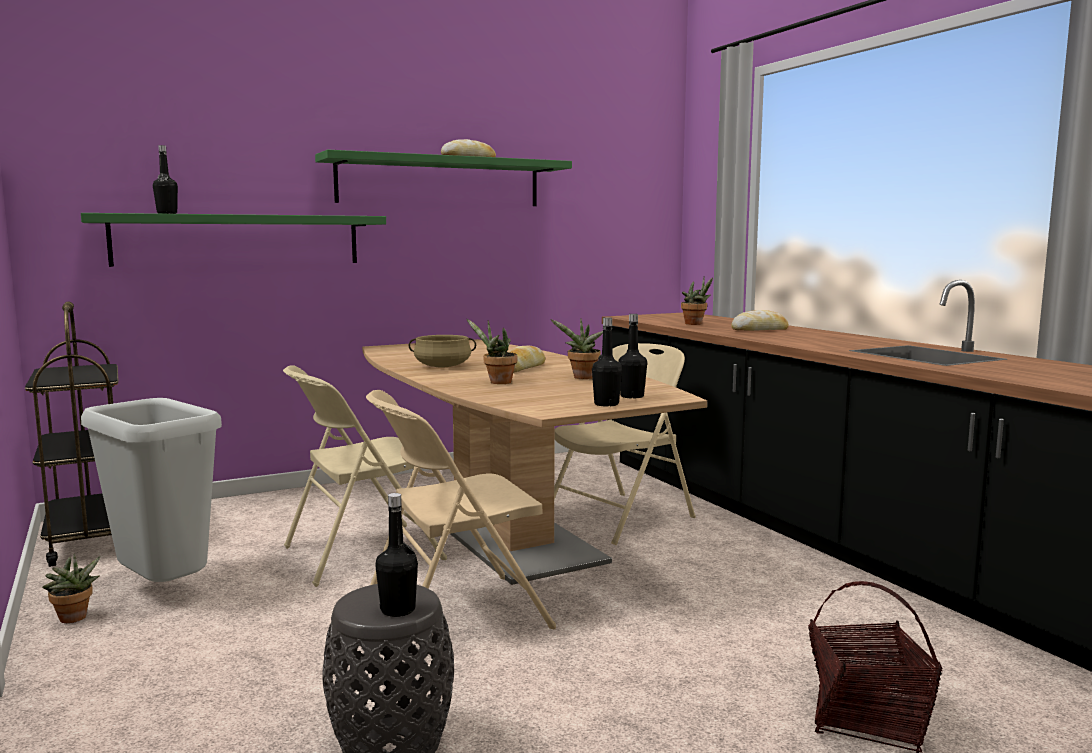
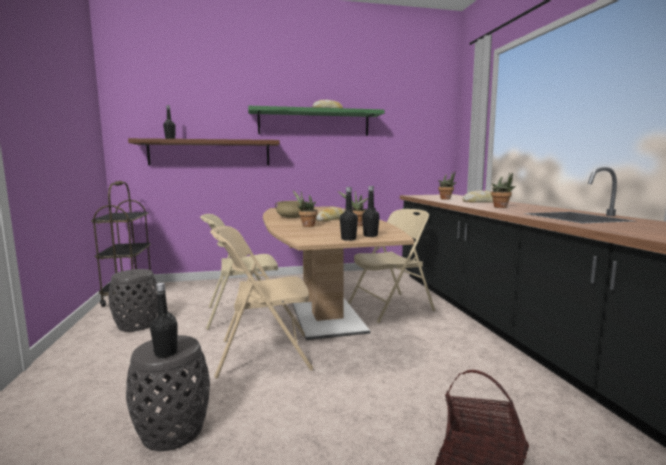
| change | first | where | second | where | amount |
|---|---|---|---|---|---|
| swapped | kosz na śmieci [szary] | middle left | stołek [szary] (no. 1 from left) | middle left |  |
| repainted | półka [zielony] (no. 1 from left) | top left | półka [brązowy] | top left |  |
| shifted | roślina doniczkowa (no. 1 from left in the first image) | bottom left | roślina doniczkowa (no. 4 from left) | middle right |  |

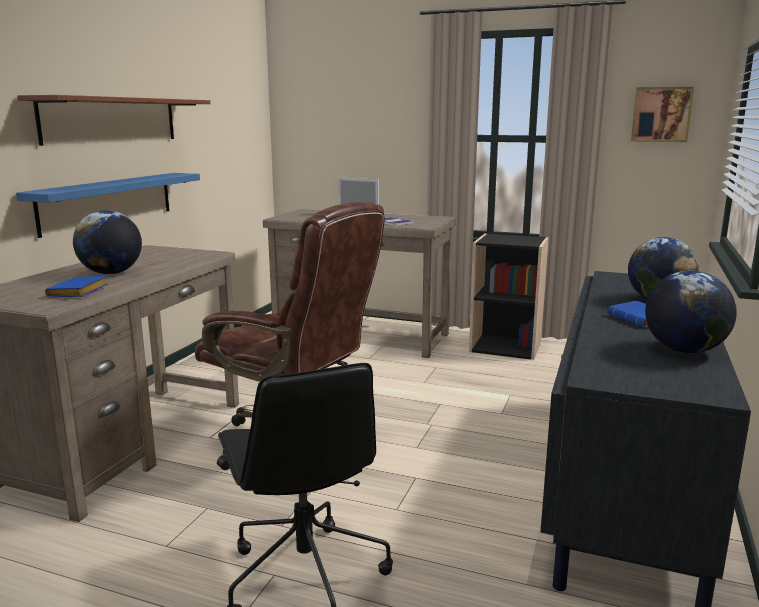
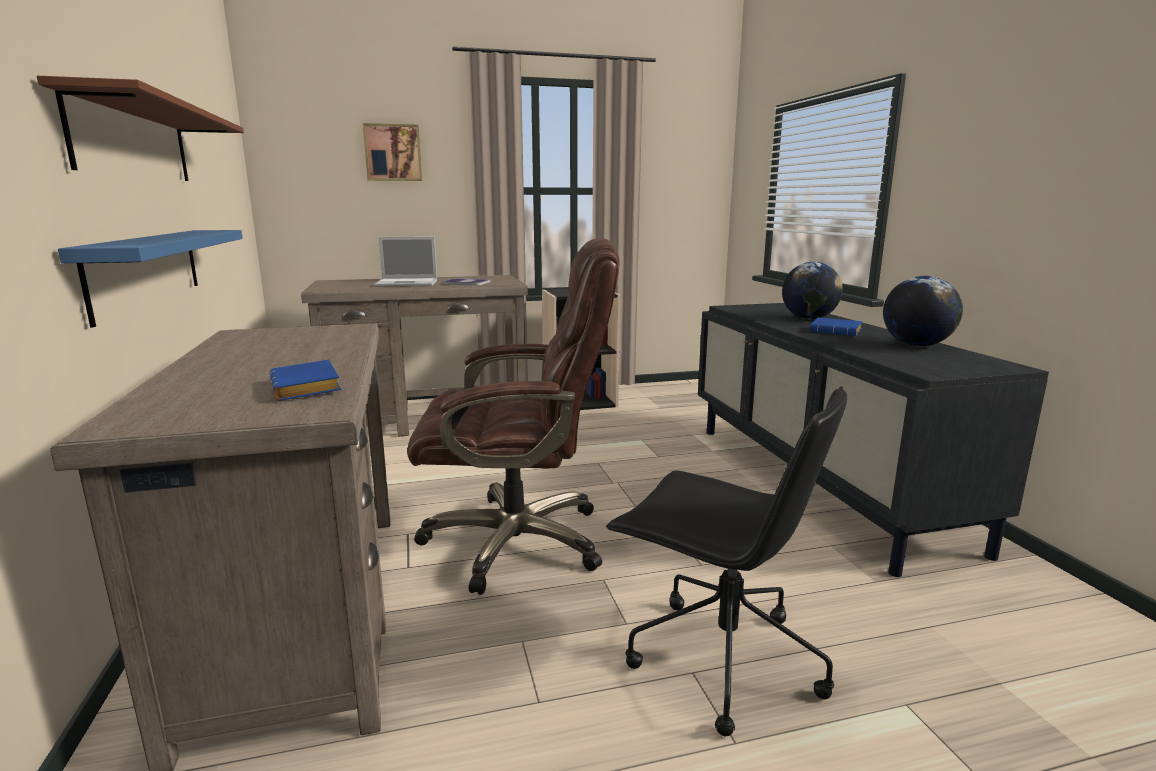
| change | first | where | second | where | amount |
|---|---|---|---|---|---|
| shifted | obraz | top right |  | top centre |  |
| gone | globus (no. 1 from left) | middle left |  |  |  |

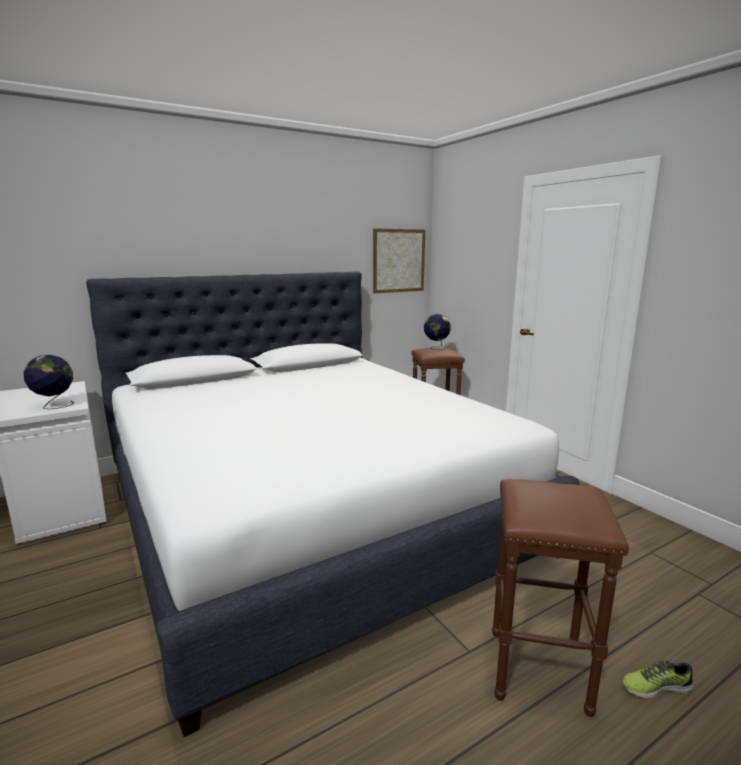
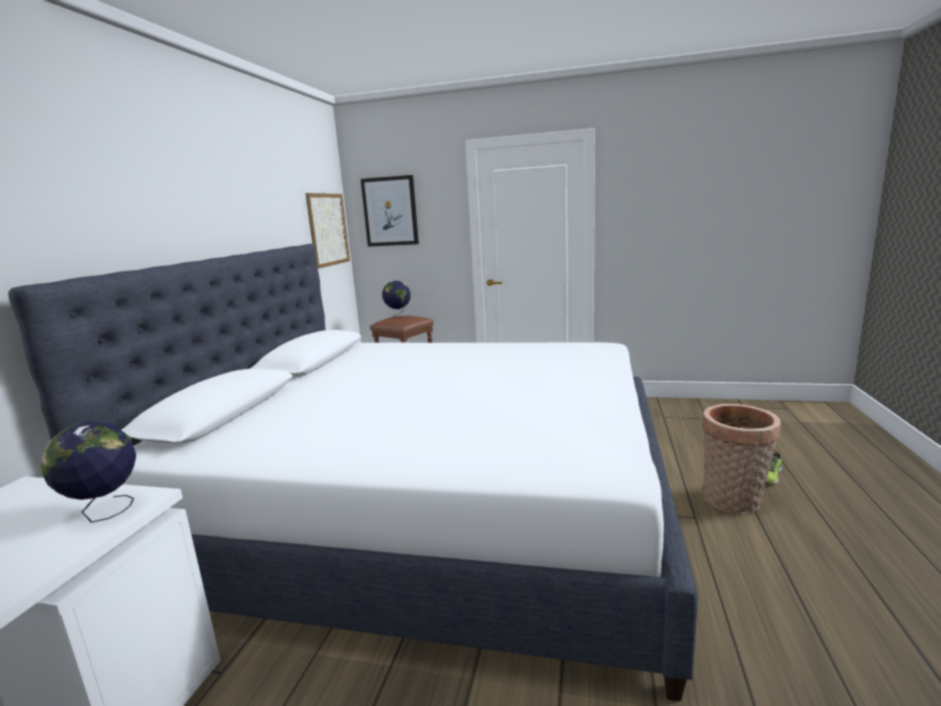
| change | first | where | second | where | amount |
|---|---|---|---|---|---|
| new |  |  | obraz (no. 2 from left) | top centre |  |
| swapped | stołek [brązowy] (no. 2 from left) | bottom right | koszyk | middle right |  |

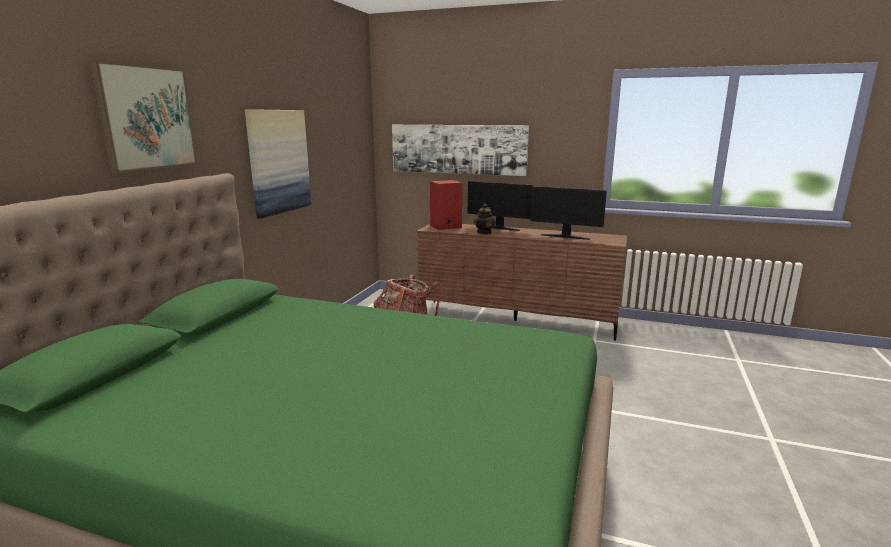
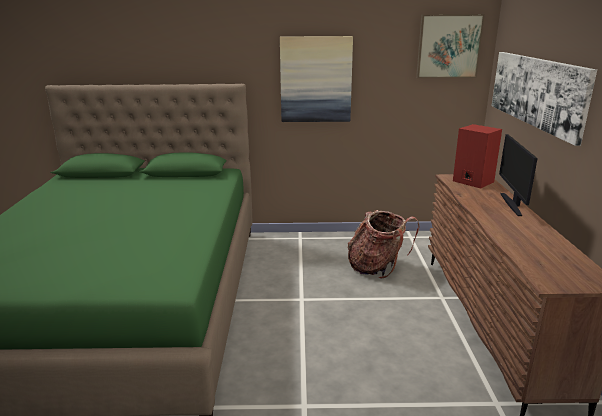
| change | first | where | second | where | amount |
|---|---|---|---|---|---|
| shifted | obraz (no. 1 from left in the first image) | top left | obraz (no. 2 from left) | top right |  |
| gone | imbryk | centre |  |  |  |
| gone | monitor (no. 2 from left) | centre |  |  |  |

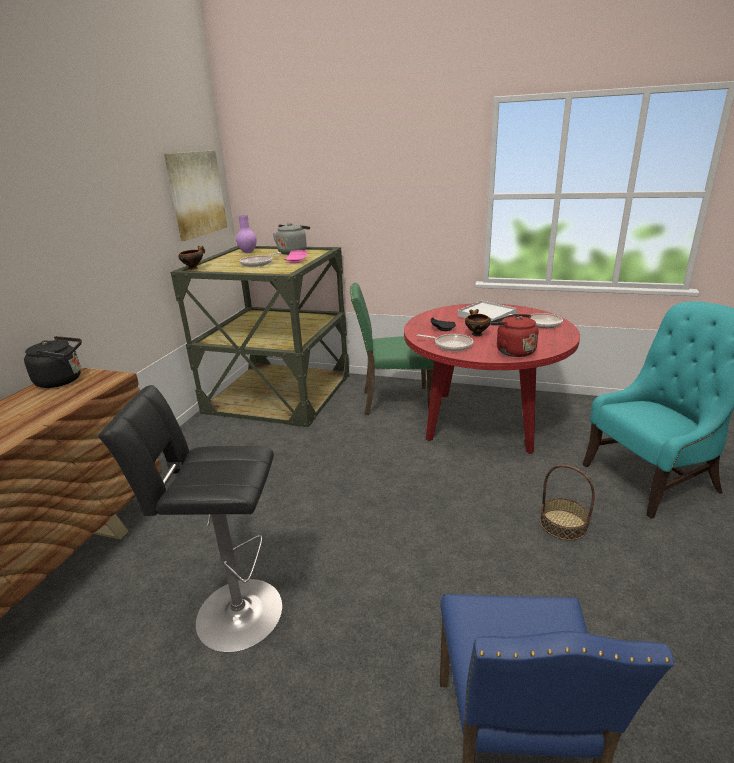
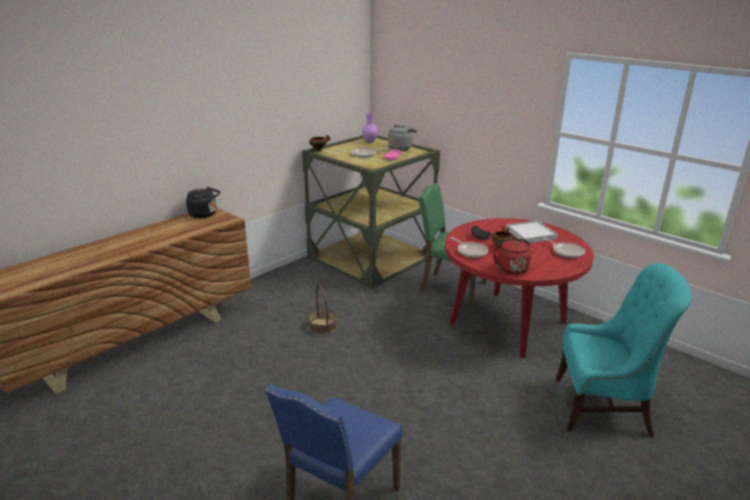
| change | first | where | second | where | amount |
|---|---|---|---|---|---|
| shifted | koszyk | middle right |  | centre |  |
| gone | stołek [czarny] | bottom left |  |  |  |
| gone | obraz | top left |  |  |  |

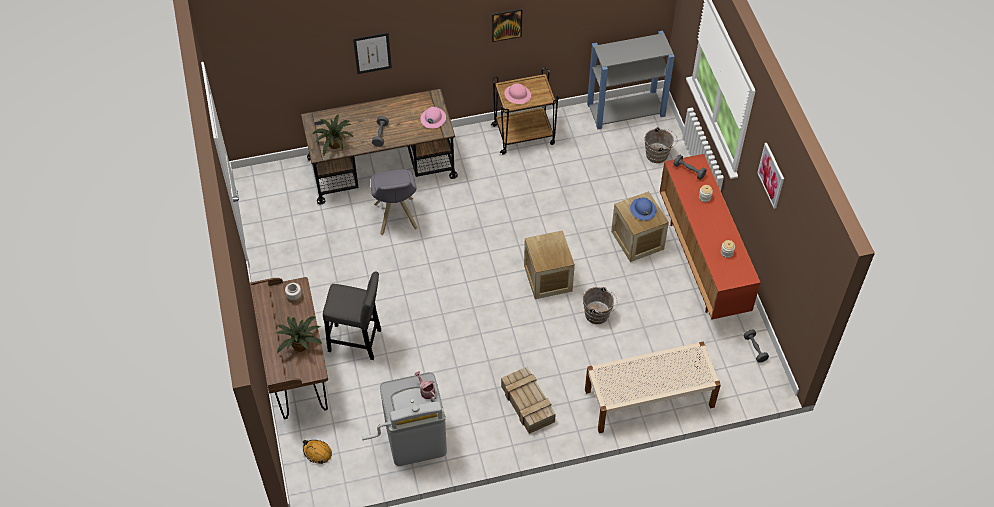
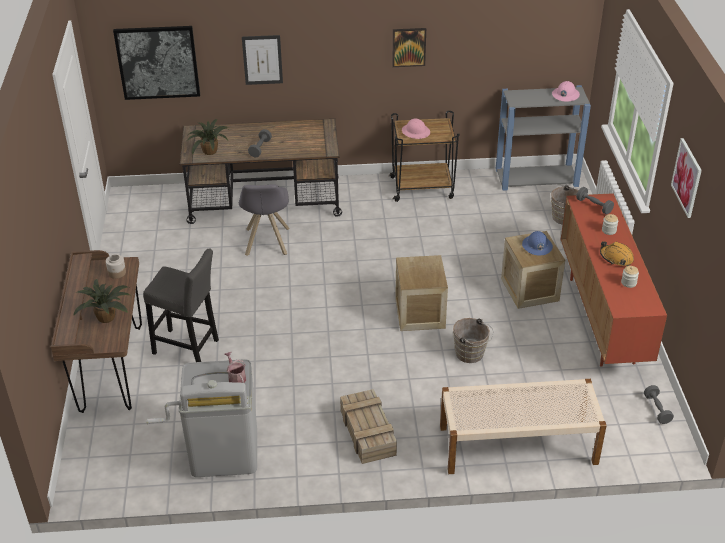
| change | first | where | second | where | amount |
|---|---|---|---|---|---|
| new |  |  | obraz (no. 1 from left) | top left |  |
| shifted | kask [różowy] (no. 1 from left in the first image) | top centre | kask [różowy] (no. 2 from left) | top right |  |
| shifted | kask [pomarańczowy] | bottom left |  | middle right |  |

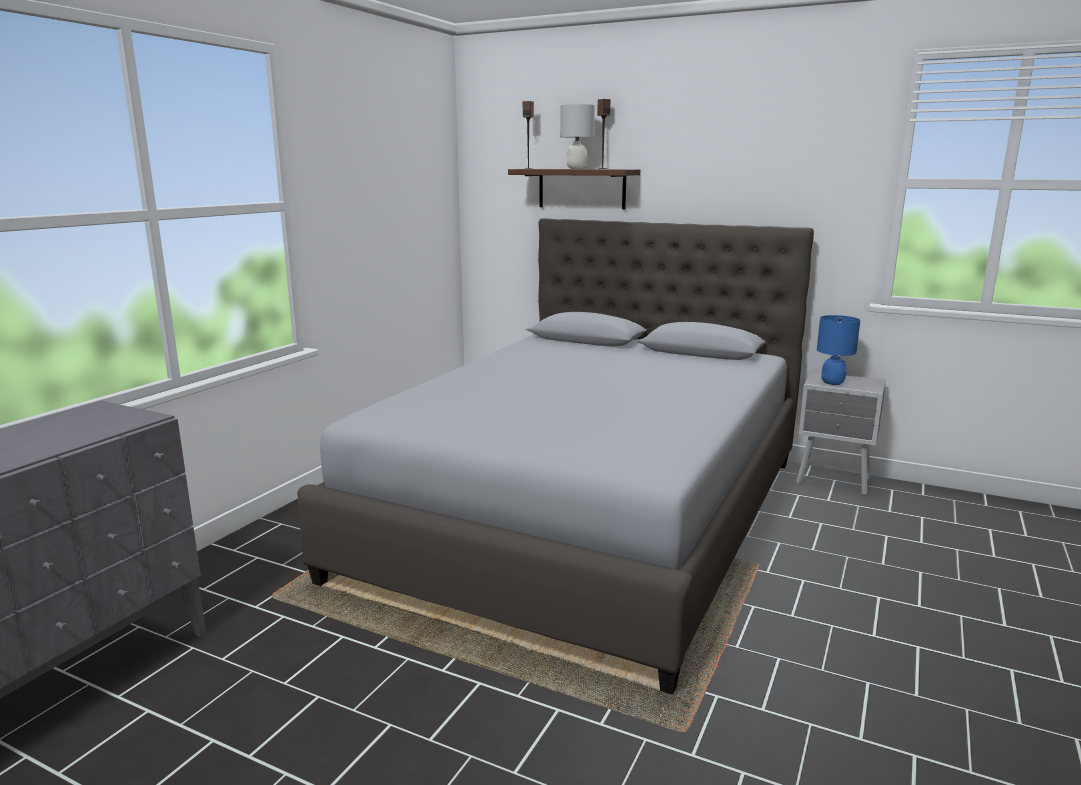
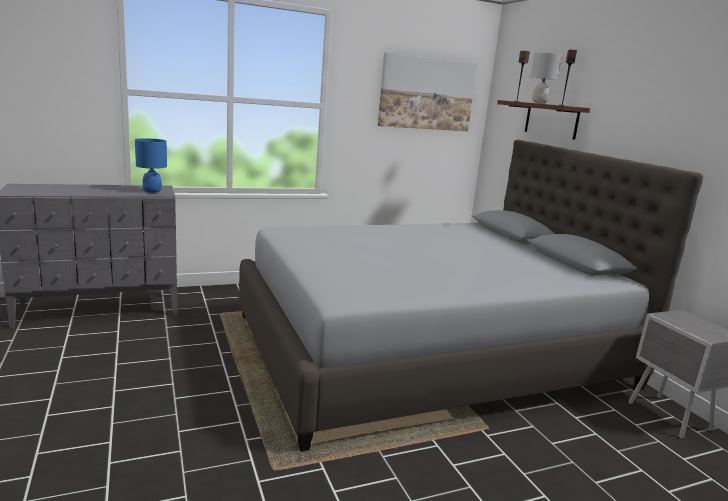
| change | first | where | second | where | amount |
|---|---|---|---|---|---|
| shifted | lampa stołowa [niebieski] | middle right |  | top left |  |
| new |  |  | obraz | top centre |  |

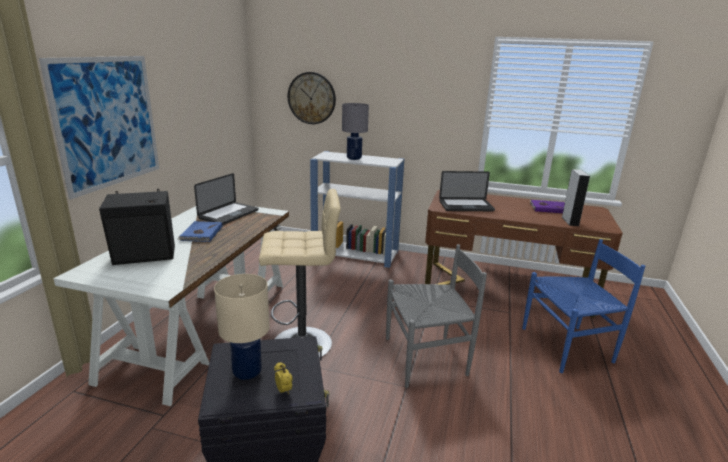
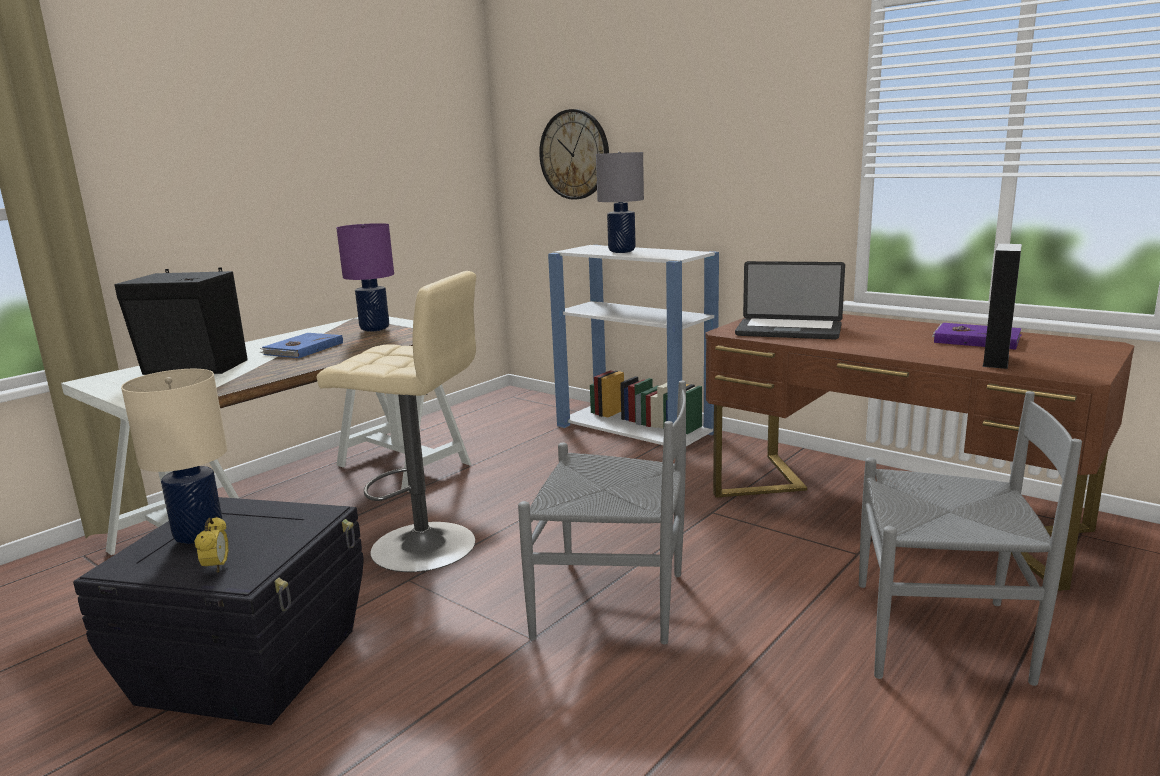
| change | first | where | second | where | amount |
|---|---|---|---|---|---|
| swapped | laptop (no. 1 from left) | middle left | lampa stołowa [fioletowy] | middle left |  |
| repainted | krzesło [niebieski] | middle right | krzesło [szary] (no. 2 from left) | bottom right |  |
| gone | obraz | top left |  |  |  |

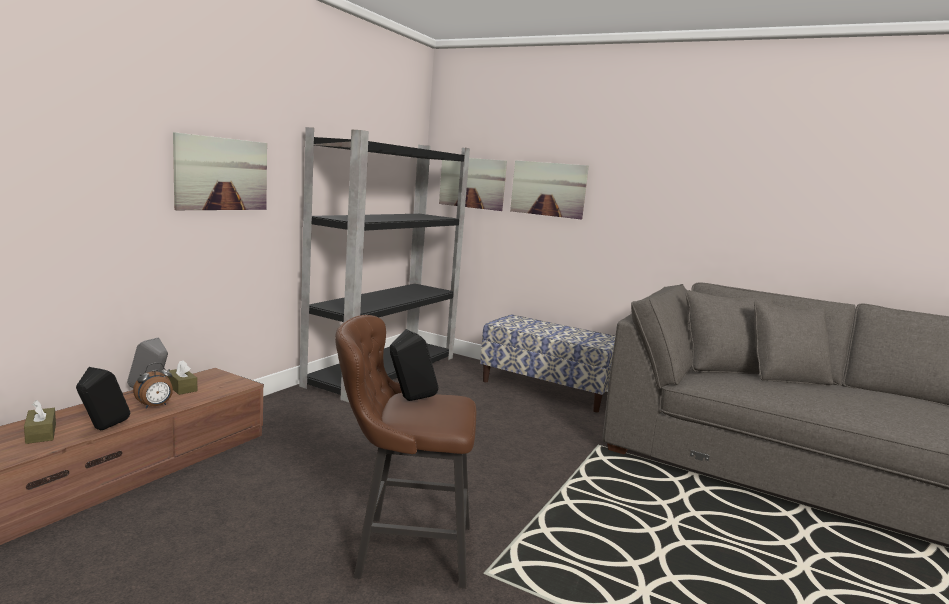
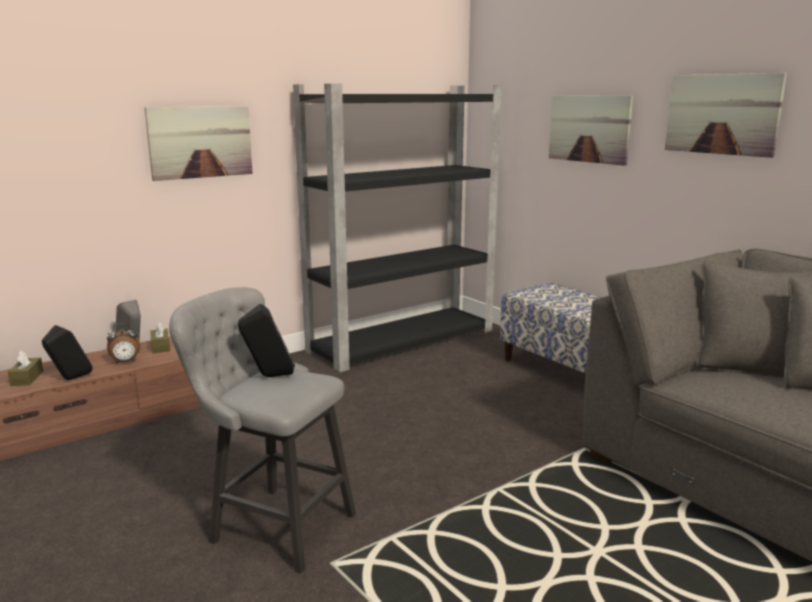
| change | first | where | second | where | amount |
|---|---|---|---|---|---|
| repainted | stołek [brązowy] | bottom centre | stołek [szary] | bottom left |  |
| shifted | obraz (no. 2 from left in the first image) | top centre | obraz (no. 3 from left) | top right |  |

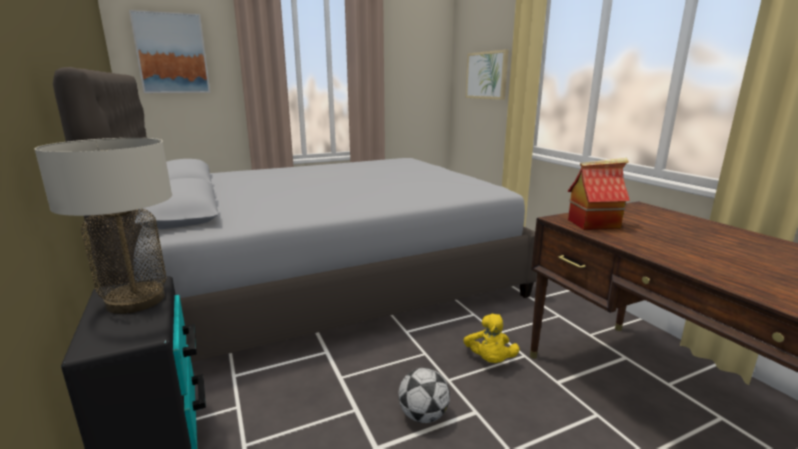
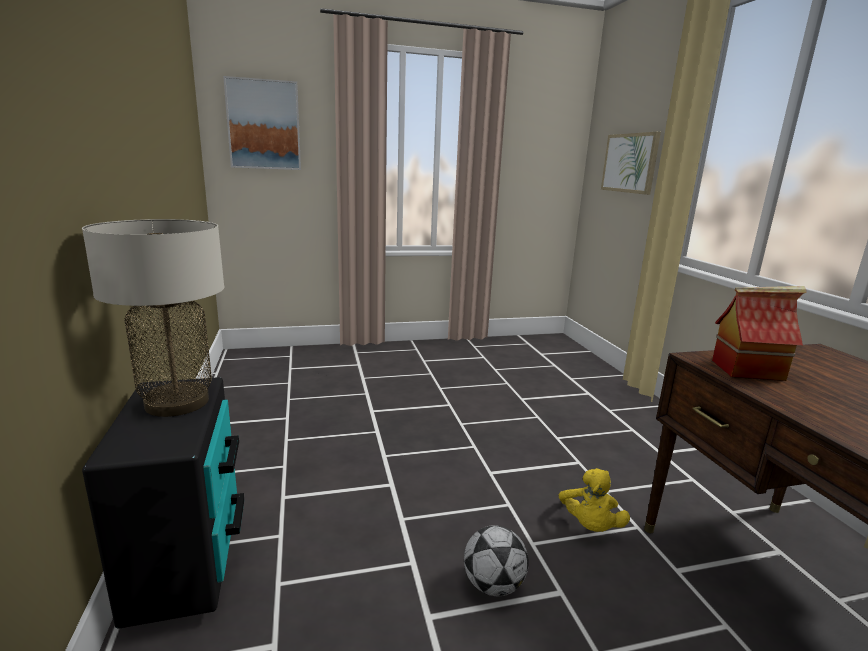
| change | first | where | second | where | amount |
|---|---|---|---|---|---|
| gone | łóżko [szary] | centre |  |  |  |

